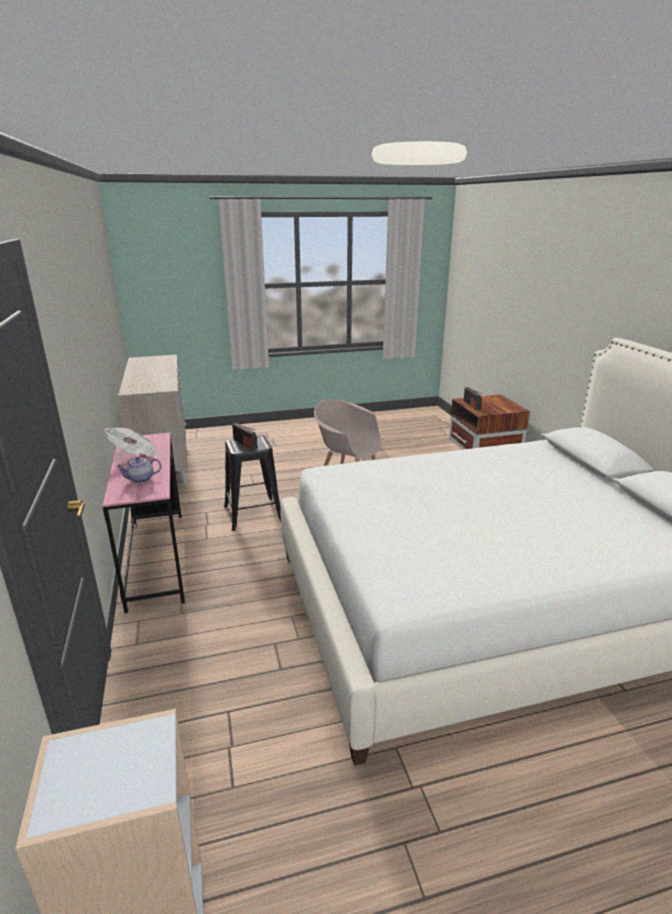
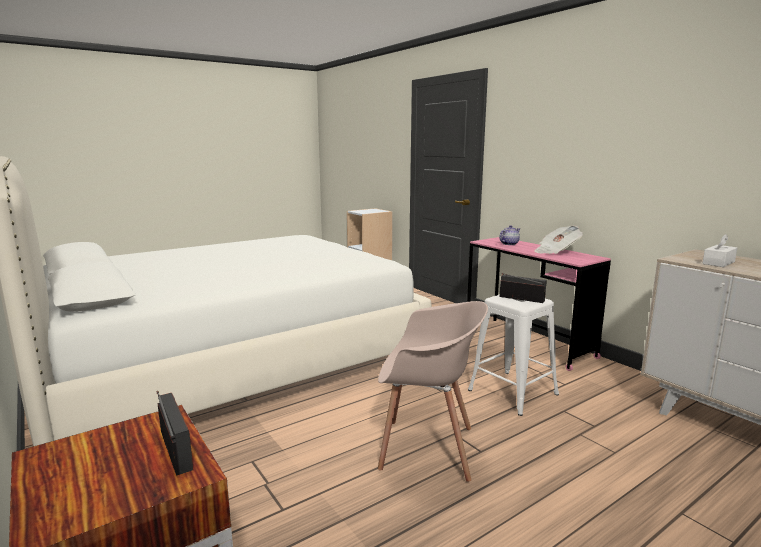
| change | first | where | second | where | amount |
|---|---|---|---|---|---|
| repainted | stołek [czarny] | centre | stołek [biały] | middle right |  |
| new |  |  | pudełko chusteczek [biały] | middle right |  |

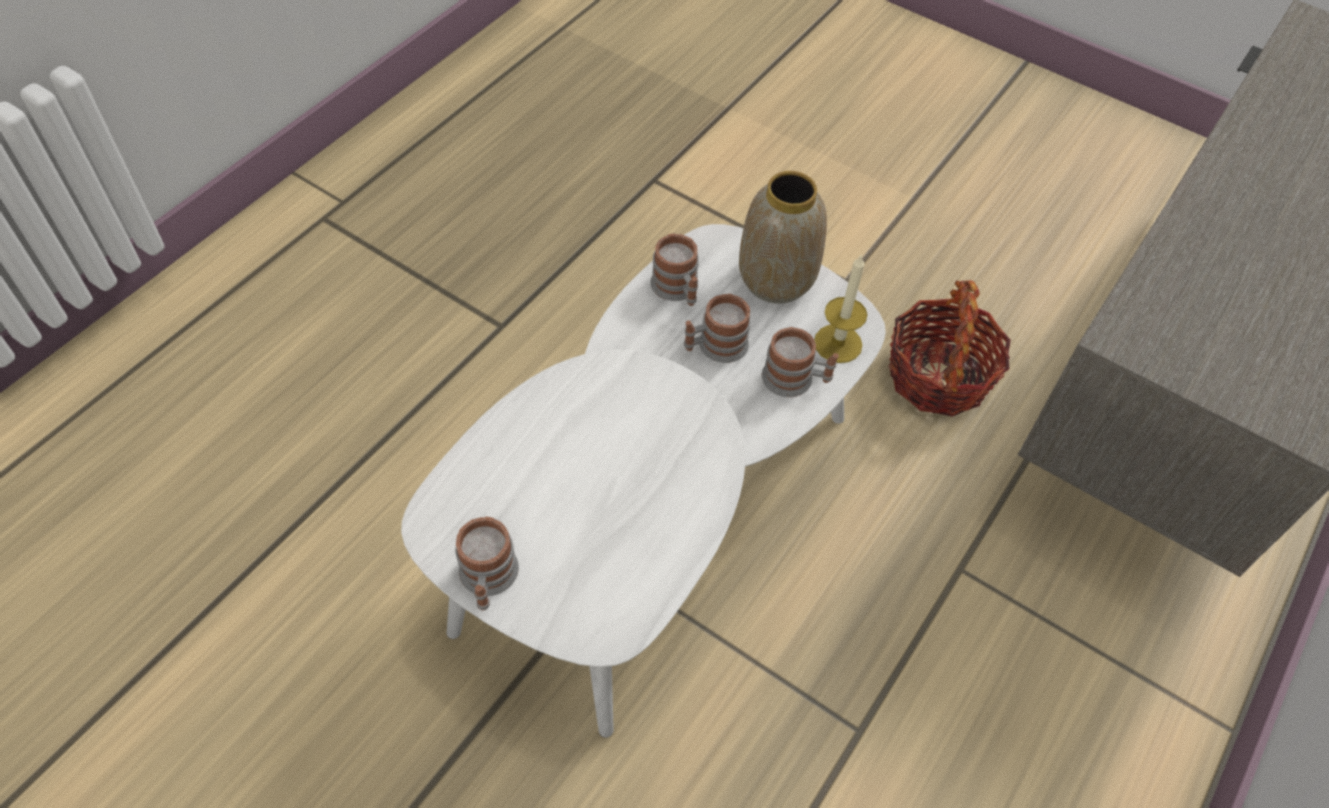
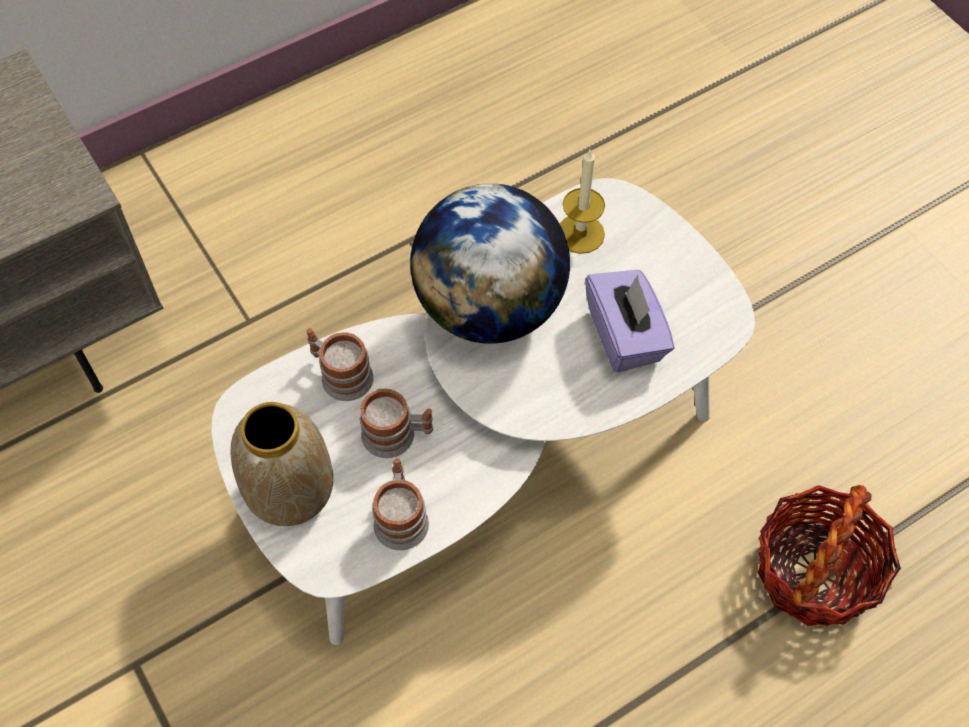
| change | first | where | second | where | amount |
|---|---|---|---|---|---|
| new |  |  | globus | centre |  |
| shifted | świeca | centre |  | top centre |  |
| new |  |  | pudełko chusteczek [fioletowy] | centre |  |
| shifted | koszyk | middle right |  | bottom right |  |
| gone | kubek (no. 1 from left) | bottom centre |  |  |  |

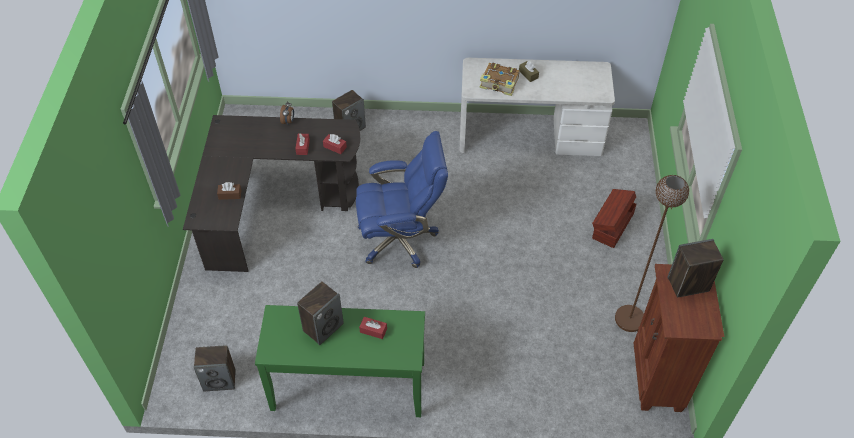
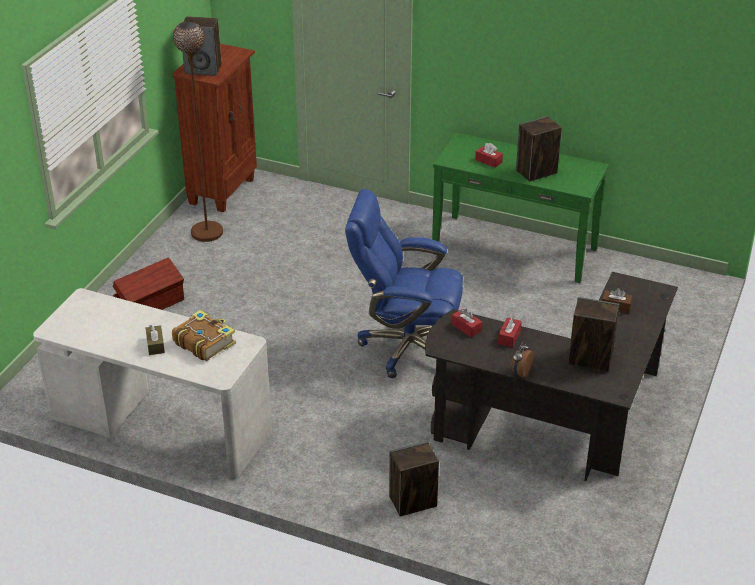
| change | first | where | second | where | amount |
|---|---|---|---|---|---|
| shifted | głośnik (no. 1 from left in the first image) | bottom left | głośnik (no. 4 from left) | middle right |  |

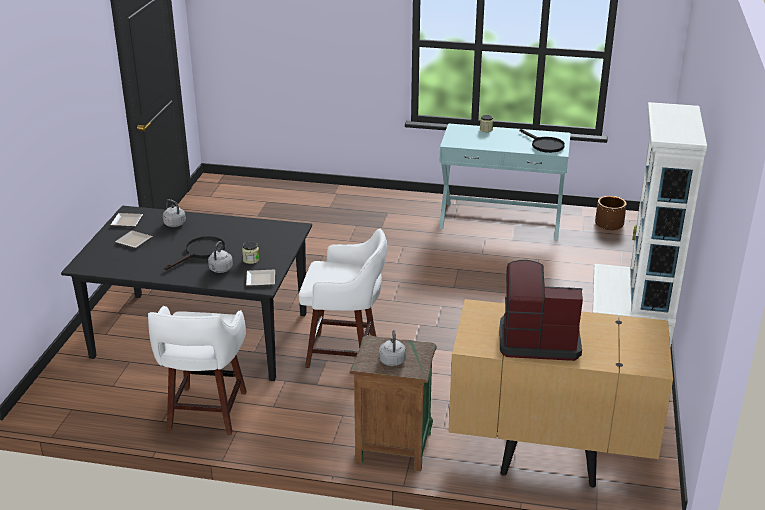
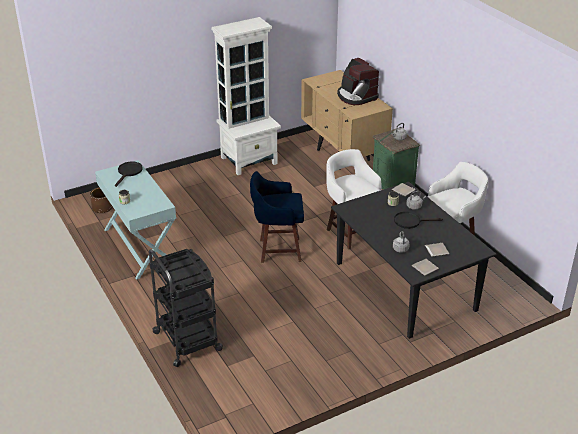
| change | first | where | second | where | amount |
|---|---|---|---|---|---|
| new |  |  | wózek [czarny] | bottom left |  |
| new |  |  | stołek [niebieski] | centre |  |

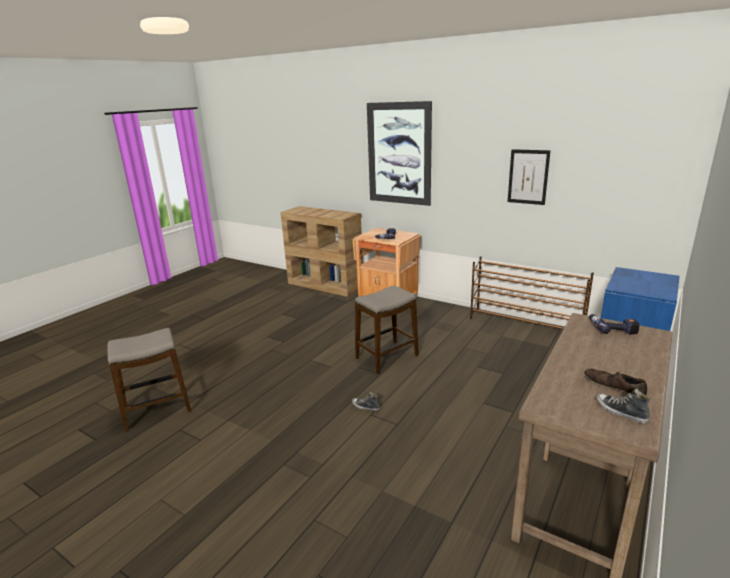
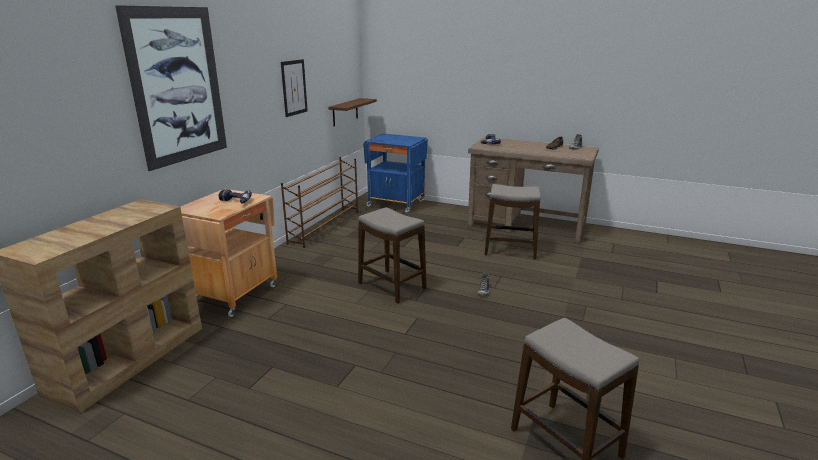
| change | first | where | second | where | amount |
|---|---|---|---|---|---|
| new |  |  | półka | top centre |  |
| new |  |  | stołek (no. 2 from left) | centre |  |

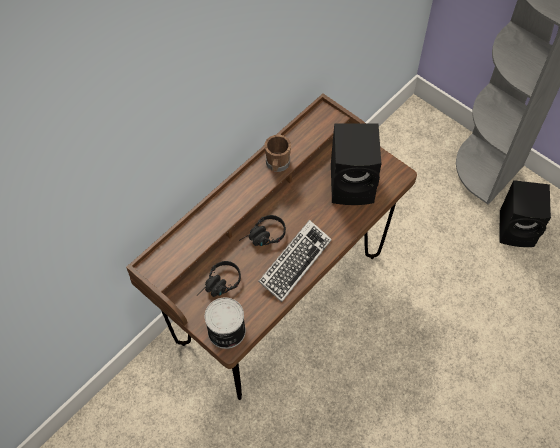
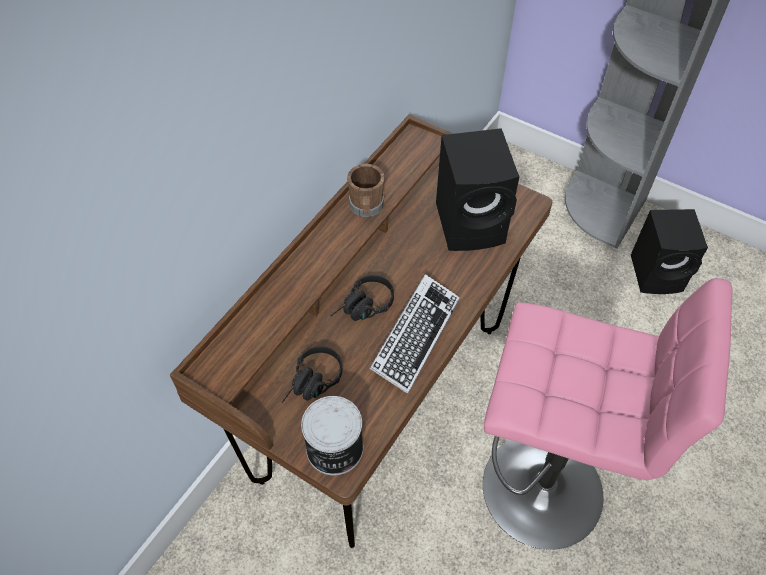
| change | first | where | second | where | amount |
|---|---|---|---|---|---|
| new |  |  | stołek [różowy] | bottom right |  |

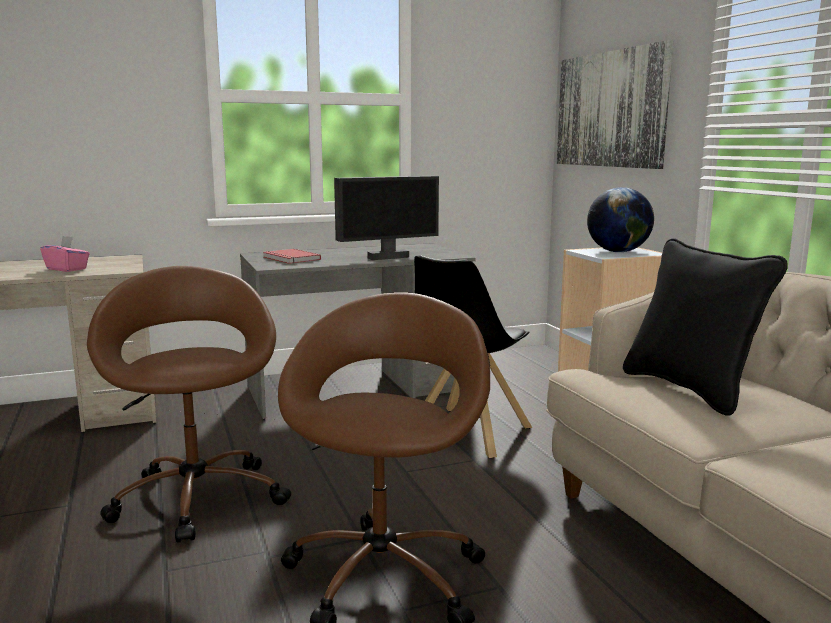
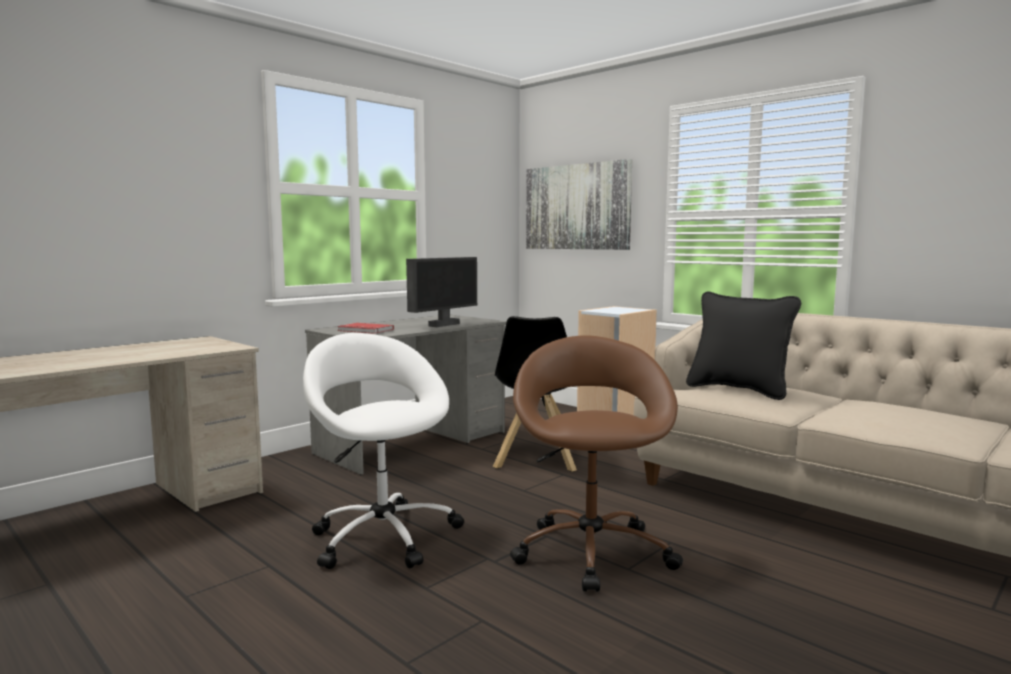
| change | first | where | second | where | amount |
|---|---|---|---|---|---|
| repainted | krzesło biurowe [brązowy] (no. 1 from left) | middle left | krzesło biurowe [biały] | bottom centre |  |
| gone | pudełko chusteczek [różowy] | middle left |  |  |  |
| gone | globus | middle right |  |  |  |

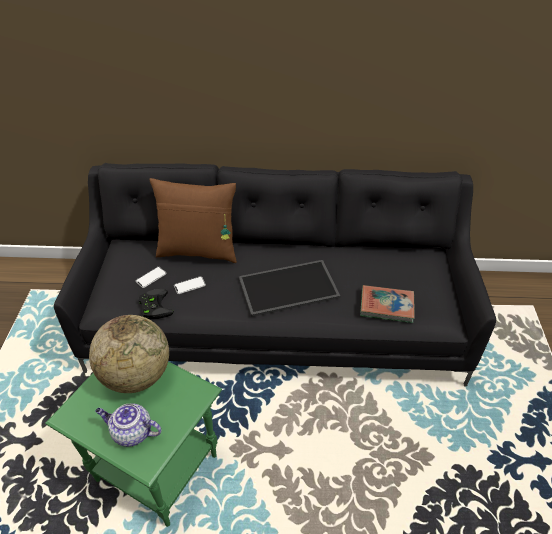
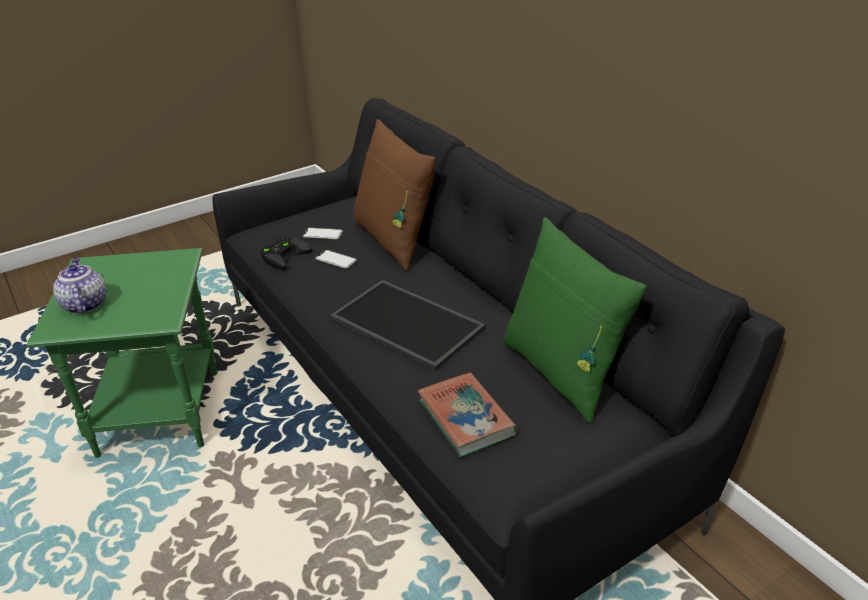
| change | first | where | second | where | amount |
|---|---|---|---|---|---|
| new |  |  | poduszka [zielony] | centre |  |
| gone | globus | middle left |  |  |  |

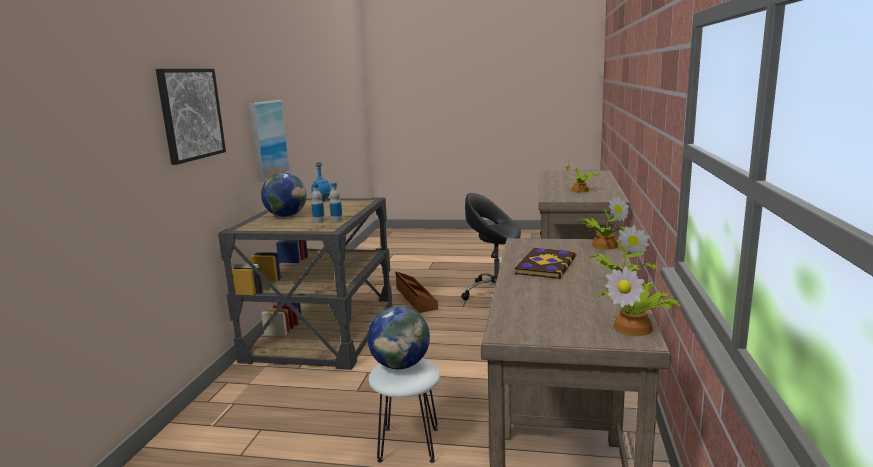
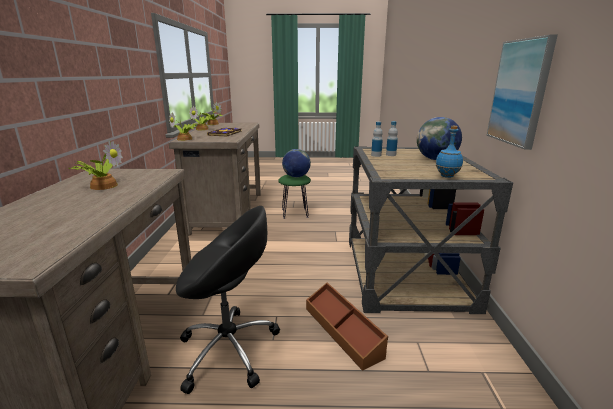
| change | first | where | second | where | amount |
|---|---|---|---|---|---|
| repainted | stołek [biały] | bottom centre | stołek [zielony] | centre |  |
| gone | obraz (no. 1 from left) | top left |  |  |  |

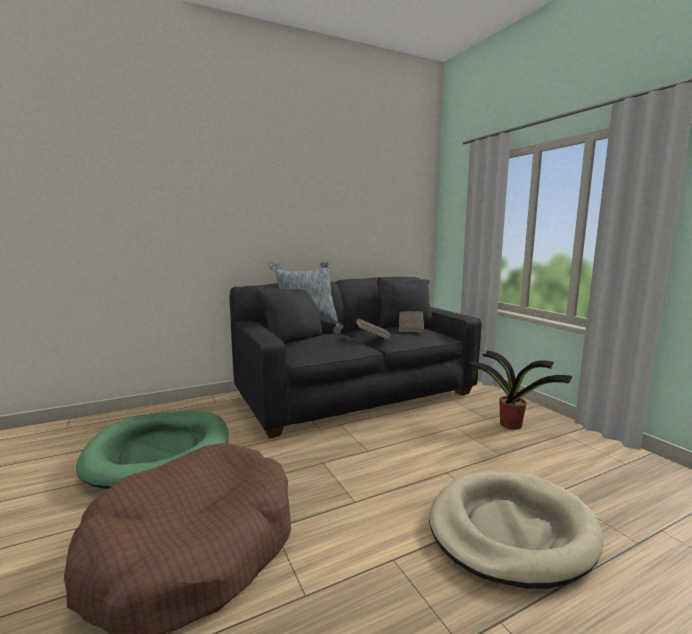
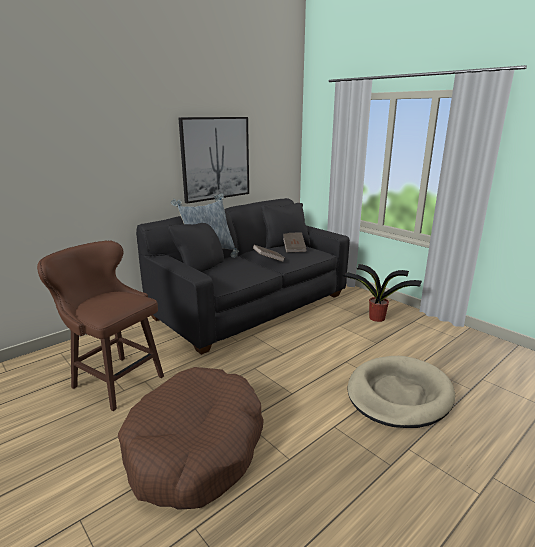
| change | first | where | second | where | amount |
|---|---|---|---|---|---|
| swapped | legowisko [zielony] | bottom left | stołek [brązowy] | middle left |  |
| new |  |  | obraz | top centre |  |

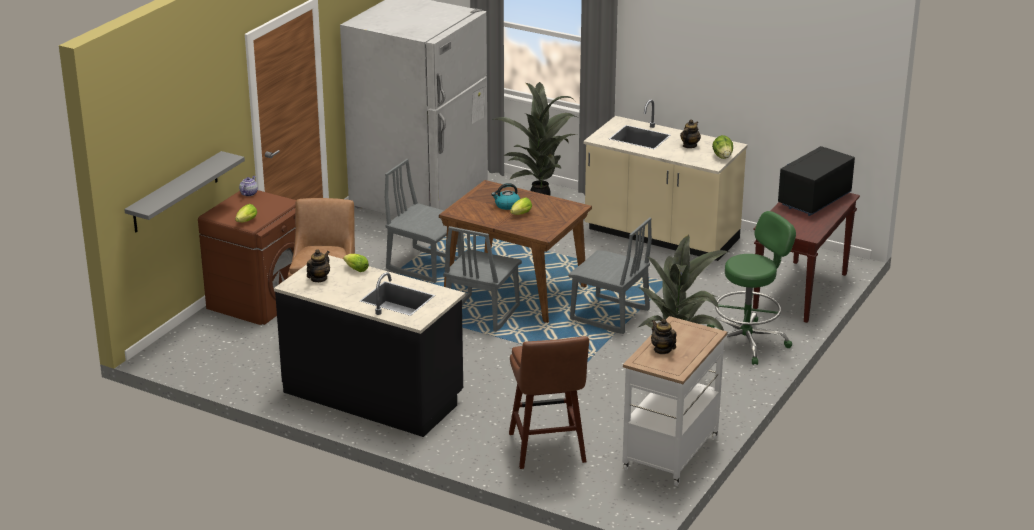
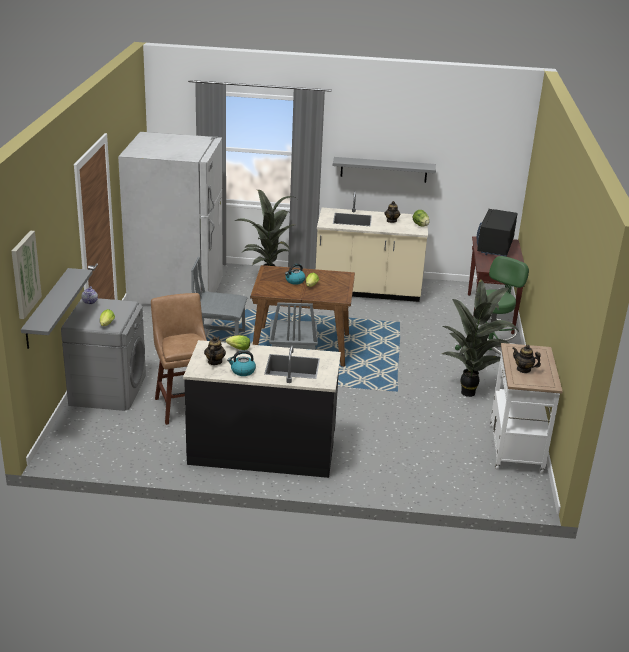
| change | first | where | second | where | amount |
|---|---|---|---|---|---|
| new |  |  | obraz | middle left |  |
| repainted | pralka [brązowy] | middle left | pralka [szary] | middle left |  |
| new |  |  | czajnik (no. 1 from left) | centre |  |
| new |  |  | półka [szary] (no. 2 from left) | top centre |  |
| gone | stołek [brązowy] (no. 2 from left) | bottom centre |  |  |  |
| gone | krzesło [szary] (no. 3 from left) | centre |  |  |  |

